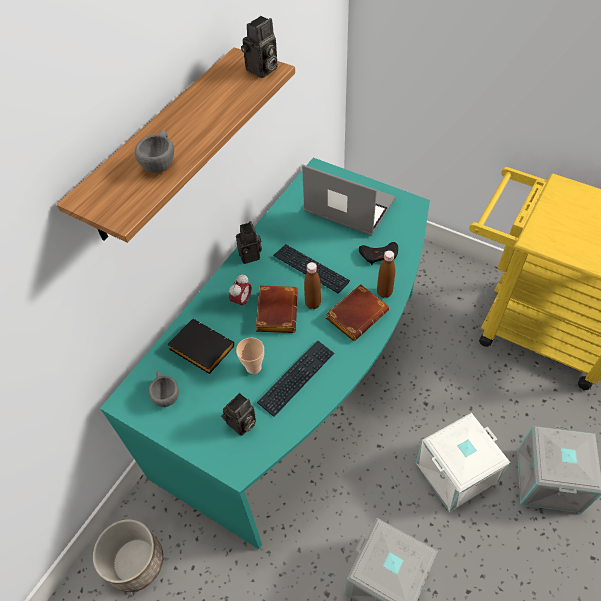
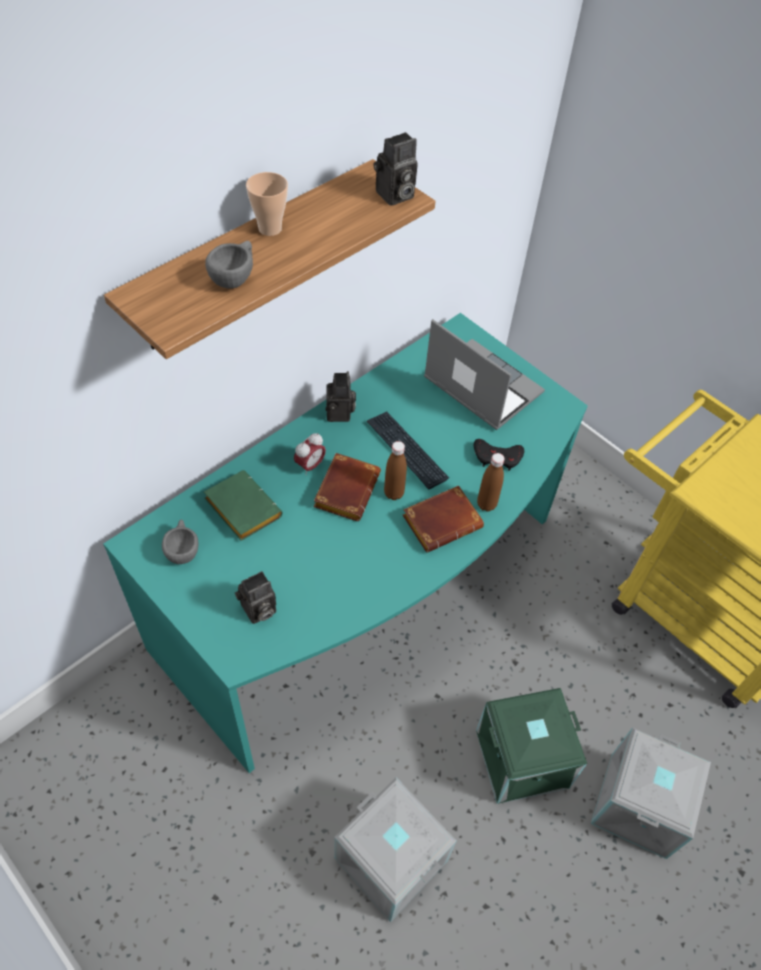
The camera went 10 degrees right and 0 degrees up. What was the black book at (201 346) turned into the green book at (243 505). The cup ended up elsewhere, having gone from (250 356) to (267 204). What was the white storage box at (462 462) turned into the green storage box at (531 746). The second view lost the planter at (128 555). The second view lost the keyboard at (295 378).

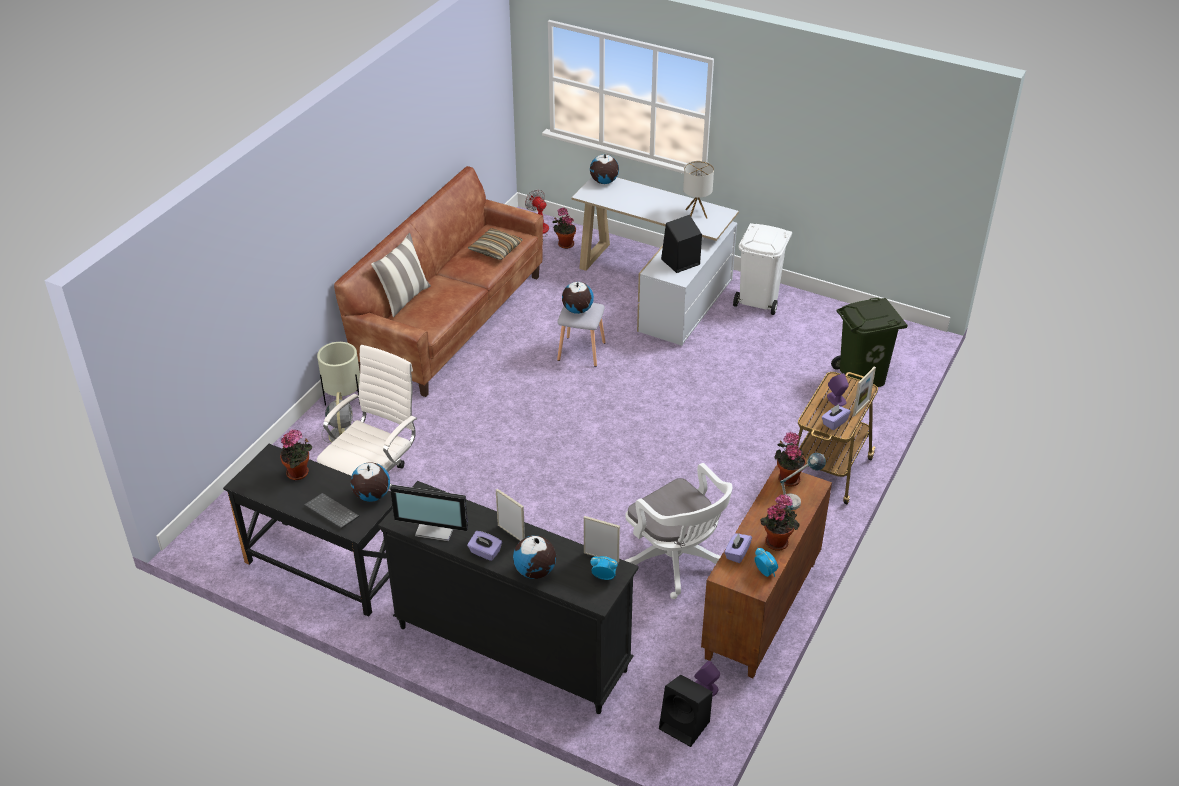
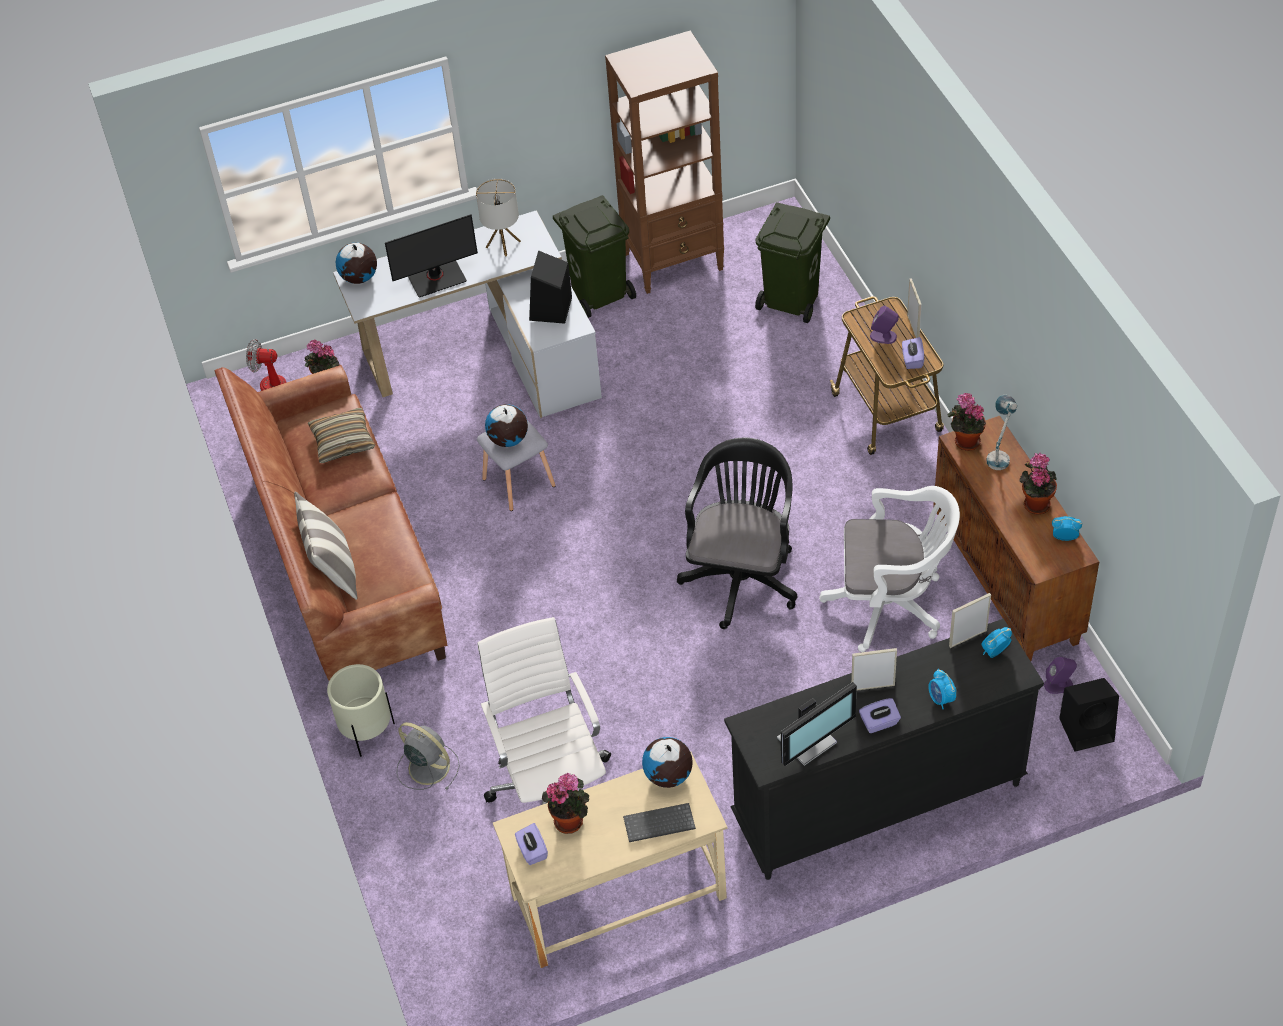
The camera went 45 degrees left and 10 degrees up. The second view gained the monitor at (431 255). What was the black desk at (308 530) turned into the beige desk at (610 859). The purple tissue box ended up elsewhere, having gone from (738 548) to (531 844). What was the white trash can at (762 269) turned into the green trash can at (594 256). The second view gained the brown bookcase at (664 162). The second view gained the black office chair at (737 533). Where the globe stood at (534 557), the alarm clock came to stand at (942 689).

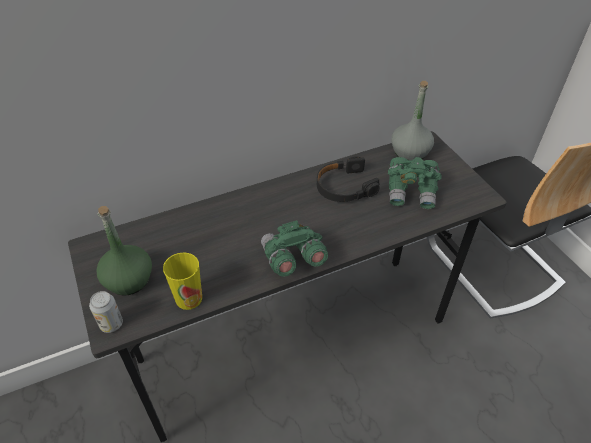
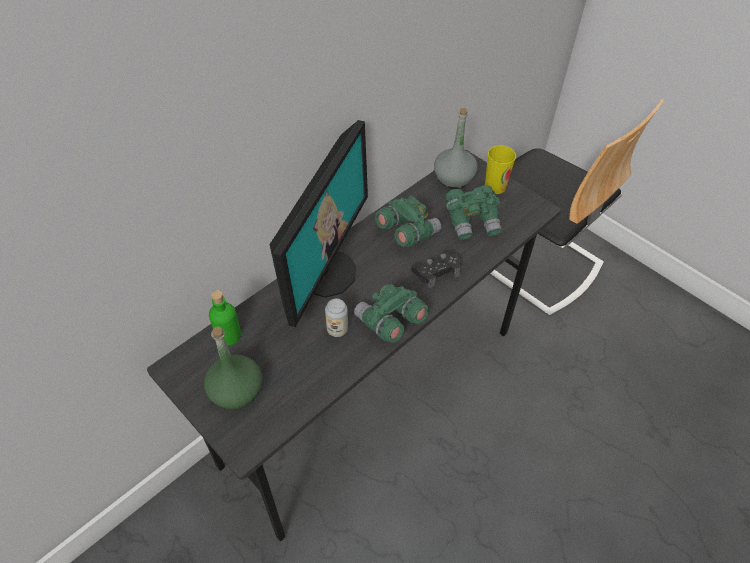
The camera went 20 degrees left and 5 degrees up. The second view gained the green bottle at (225 318). The second view gained the monitor at (318 223). The can ended up elsewhere, having gone from (106 312) to (336 318). Where the black headphones stood at (348 179), the green binoculars came to stand at (408 221). The second view gained the black game controller at (436 269). The cup ended up elsewhere, having gone from (182 281) to (500 169).

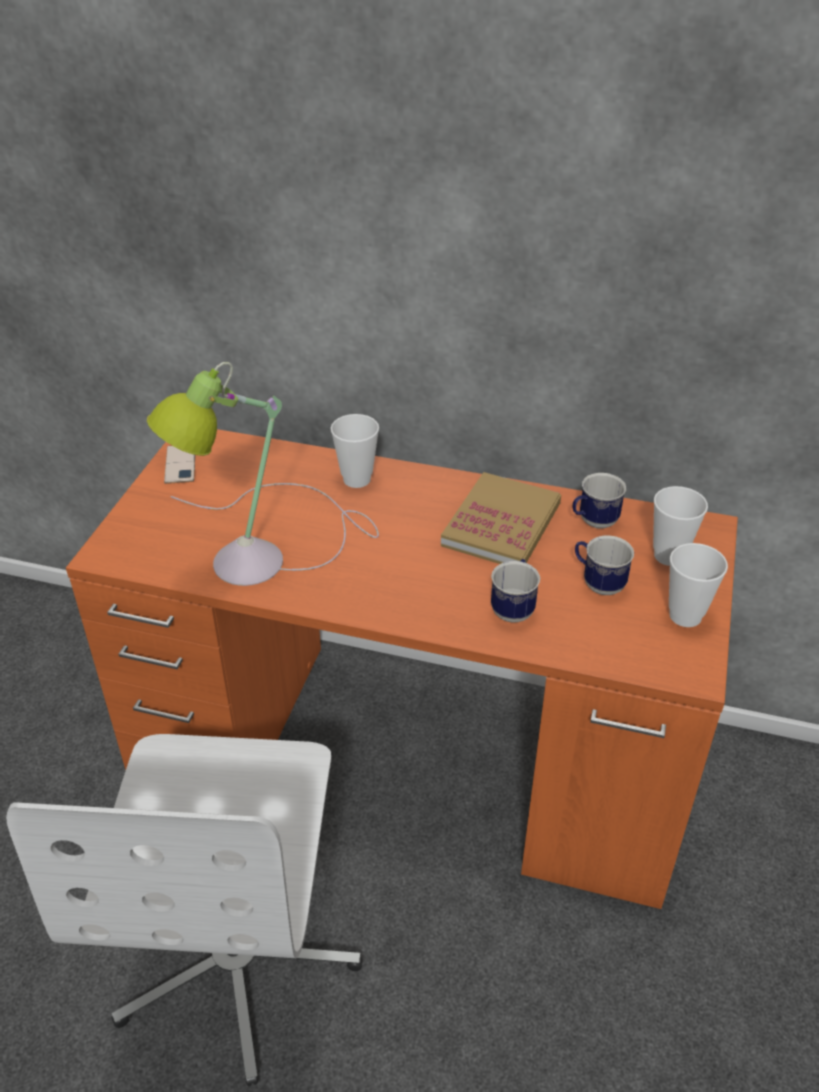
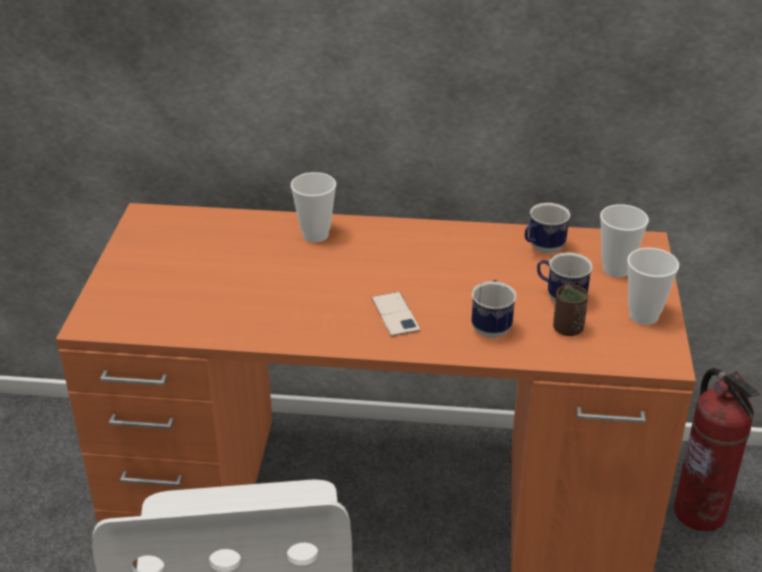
The camera went 10 degrees left and 5 degrees down. The phone ended up elsewhere, having gone from (179 465) to (396 314). The second view gained the brown cup at (570 310). The second view gained the fire extinguisher at (716 450). The second view lost the table lamp at (263 474). The second view lost the book at (501 518).

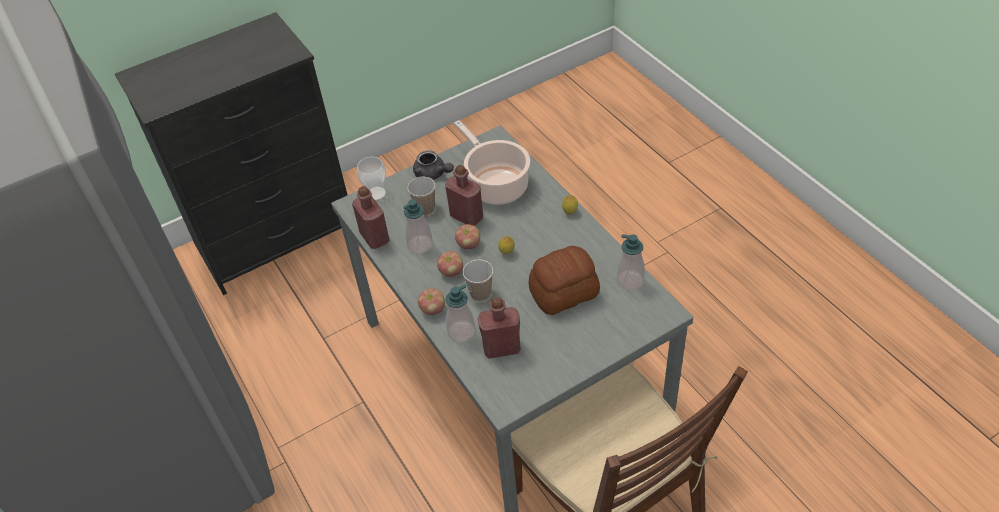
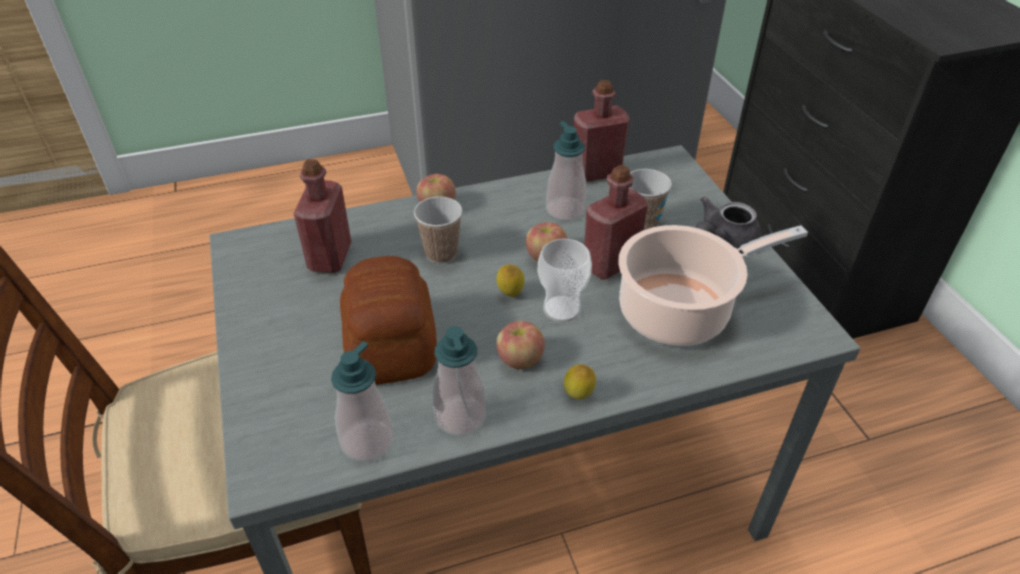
The camera went 100 degrees right and 5 degrees down. The soap dispenser ended up elsewhere, having gone from (460 313) to (459 381). The apple ended up elsewhere, having gone from (450 264) to (521 345). The cup ended up elsewhere, having gone from (372 179) to (565 280).

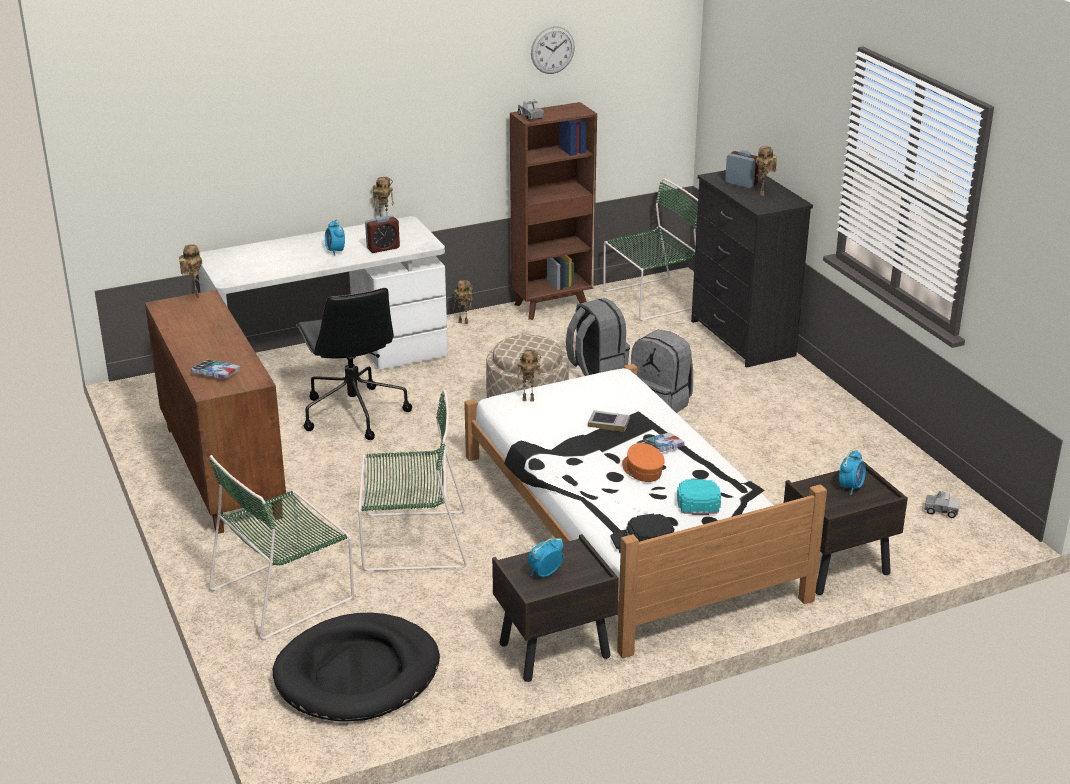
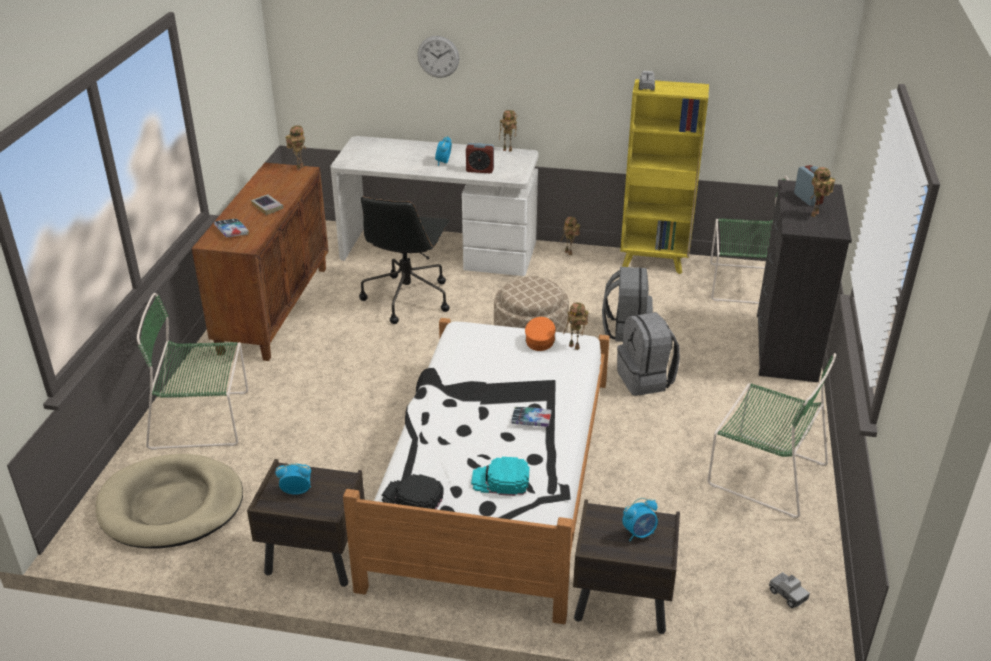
The camera went 35 degrees right and 5 degrees up. What was the black dog bed at (356 667) turned into the beige dog bed at (169 501). The book ended up elsewhere, having gone from (609 421) to (267 204). The wall clock ended up elsewhere, having gone from (553 50) to (438 57). The turquoise cap at (699 497) ended up facing another way, 120 degrees counterclockwise from before. The orange cap ended up elsewhere, having gone from (643 462) to (540 334). The toy robot ended up elsewhere, having gone from (529 376) to (576 326). What was the brown bookcase at (553 211) turned into the yellow bookcase at (664 176). The green chair ended up elsewhere, having gone from (412 481) to (772 435).

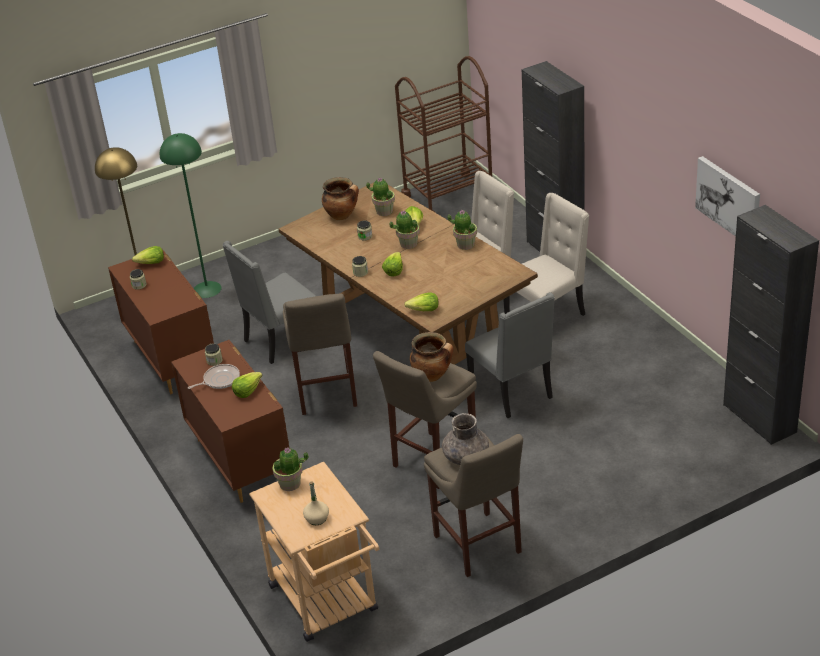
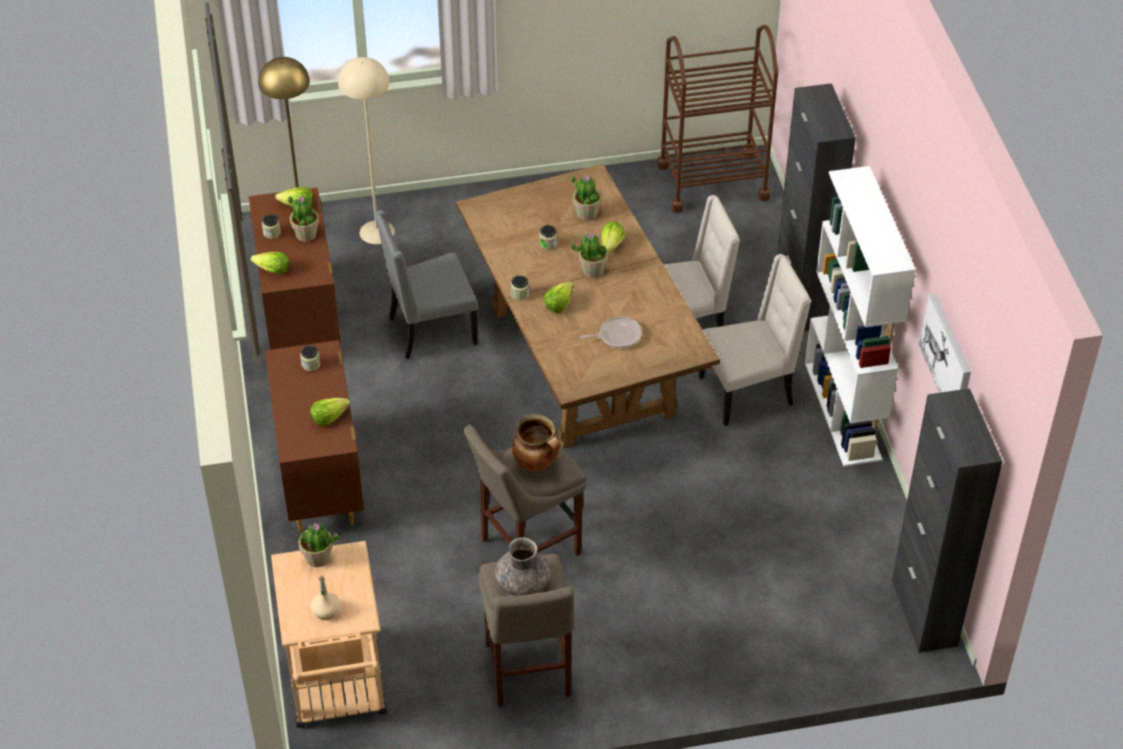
The camera went 15 degrees right and 10 degrees up. The lettuce ended up elsewhere, having gone from (421 301) to (270 263). The potted plant ended up elsewhere, having gone from (462 230) to (303 219). What was the green floor lamp at (191 215) turned into the beige floor lamp at (366 150). The frying pan ended up elsewhere, having gone from (214 376) to (611 332). The second view gained the white bookcase at (860 316). The second view lost the beige stool at (320 354). The second view lost the cooking pot at (340 198). The second view lost the grey chair at (510 355).

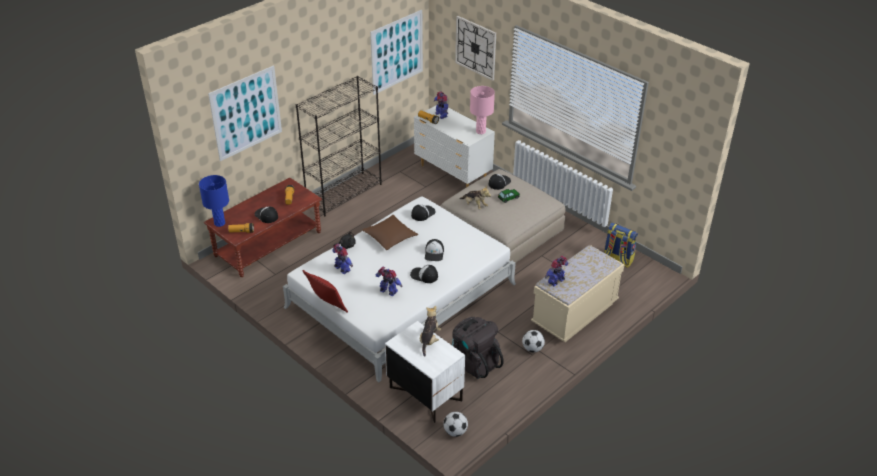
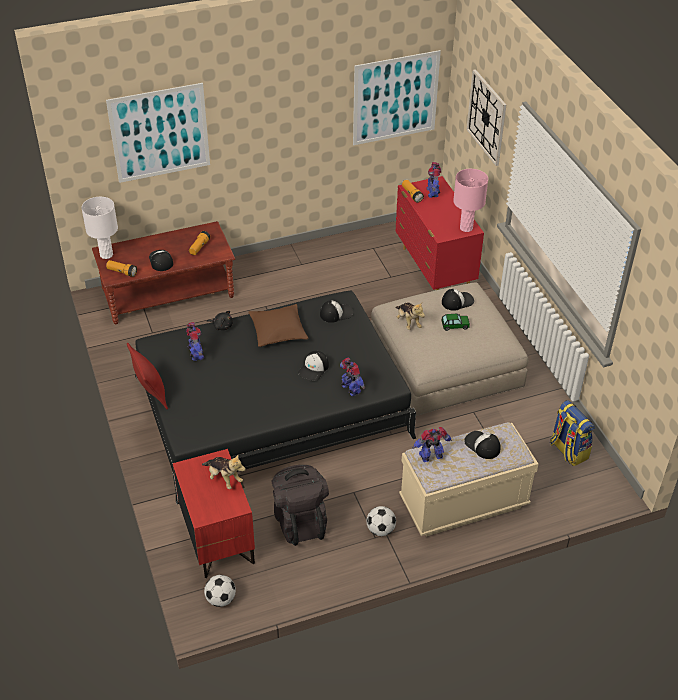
The camera went 25 degrees right and 5 degrees up. What was the blue table lamp at (214 201) turned into the white table lamp at (99 228). What was the white bed at (399 289) turned into the black bed at (275 397). What was the white nightstand at (425 372) turned into the red nightstand at (214 513). The plush toy at (430 331) ended up facing another way, 90 degrees clockwise from before. The toy robot ended up elsewhere, having gone from (389 281) to (352 377). What was the white dresser at (454 146) turned into the red dresser at (439 233). The cap ended up elsewhere, having gone from (424 274) to (482 445). The second view lost the black bookcase at (339 146).

